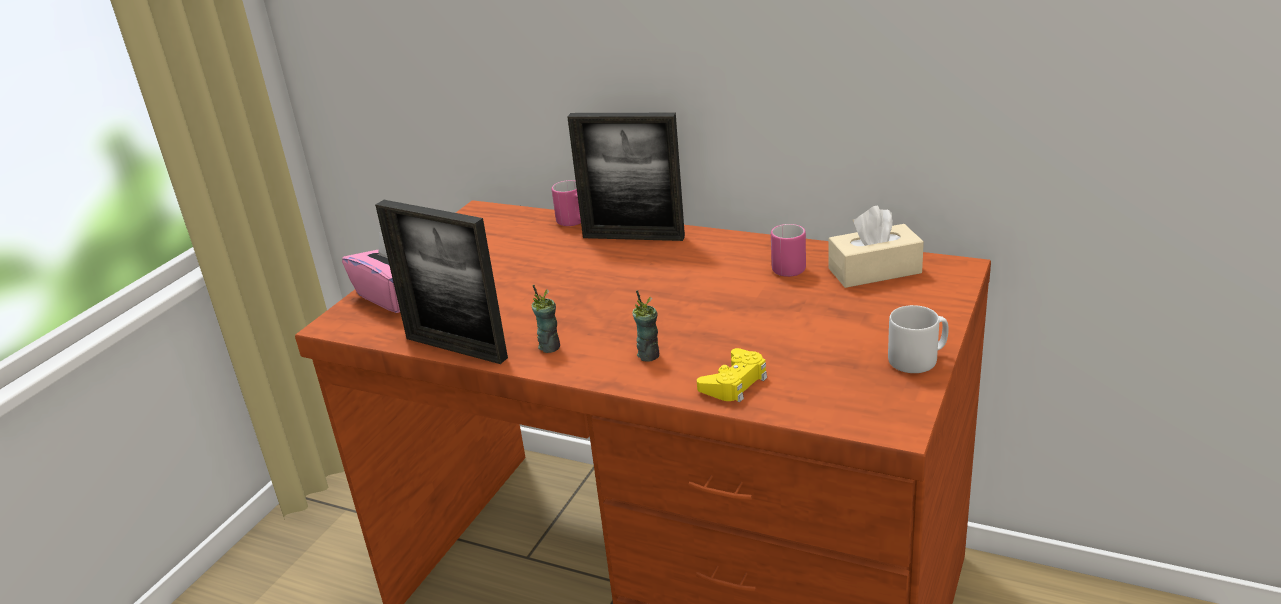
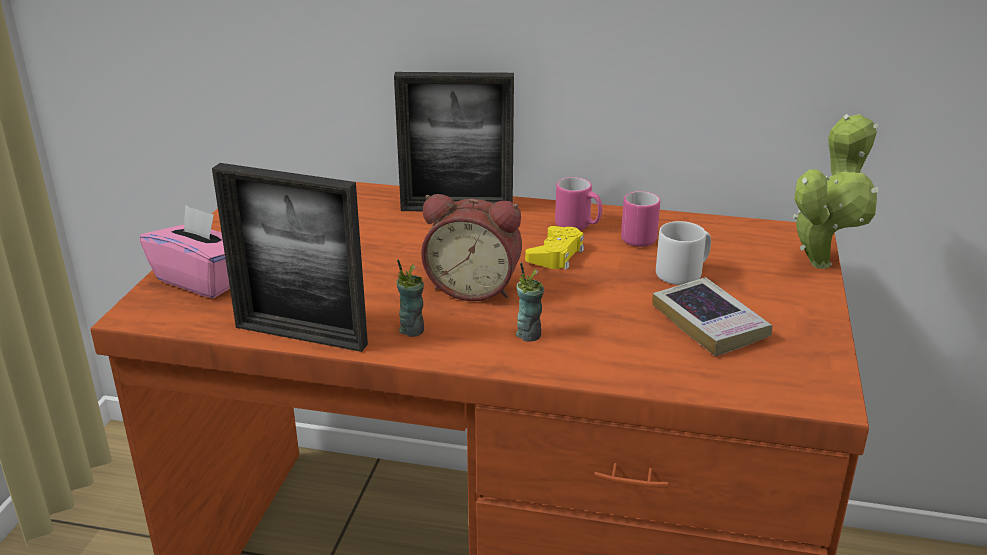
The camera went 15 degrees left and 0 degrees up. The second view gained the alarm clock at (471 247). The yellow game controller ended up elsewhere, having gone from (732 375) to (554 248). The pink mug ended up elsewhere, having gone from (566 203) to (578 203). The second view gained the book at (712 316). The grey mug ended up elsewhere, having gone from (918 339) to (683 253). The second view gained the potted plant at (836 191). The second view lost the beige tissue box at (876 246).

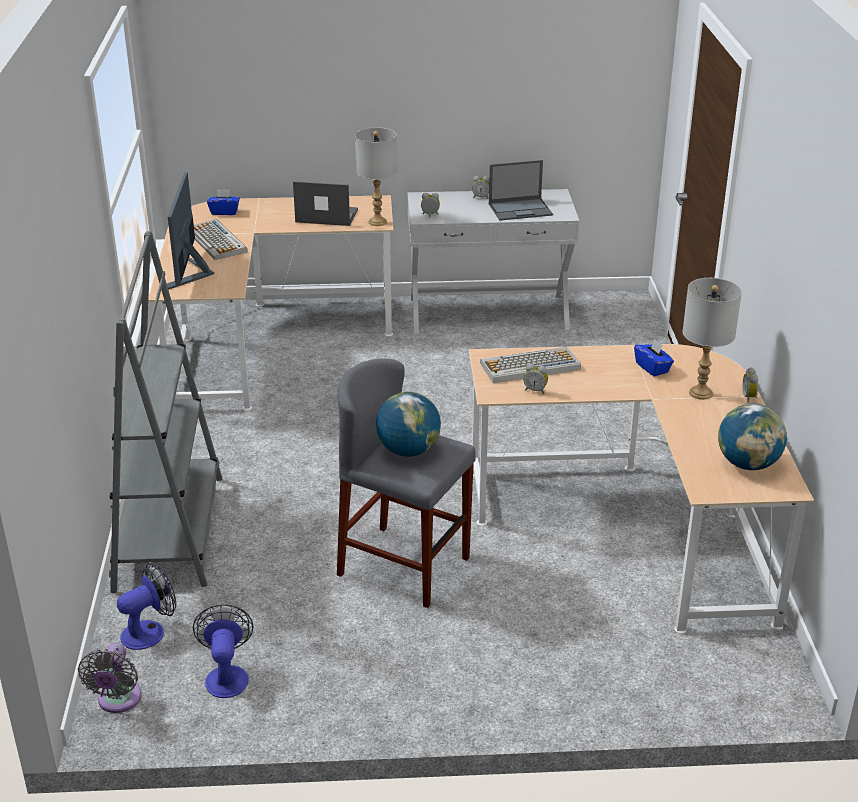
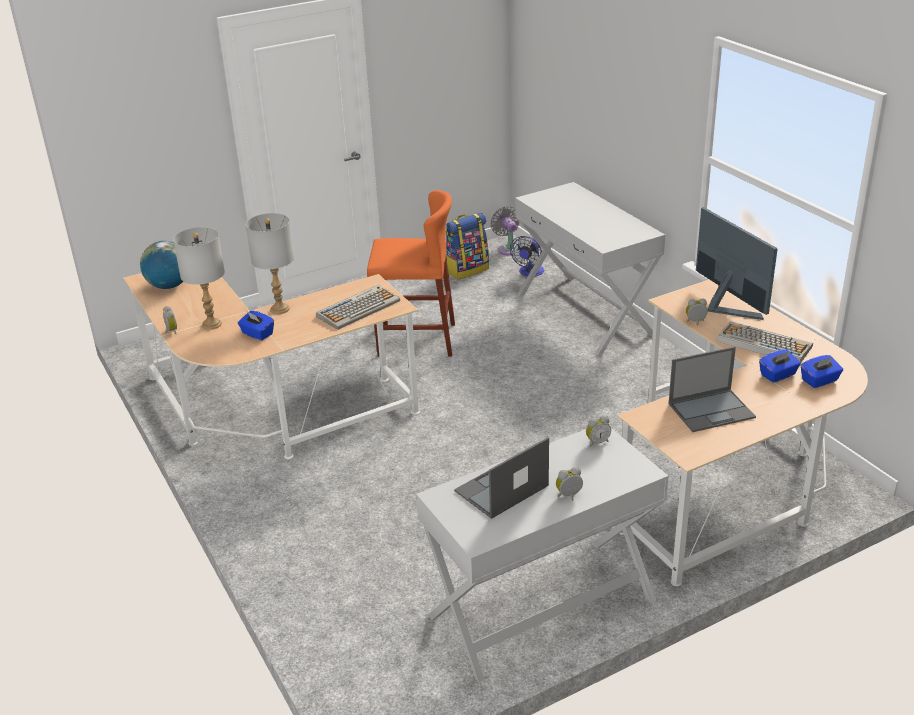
The camera went 155 degrees right and 0 degrees up. The grey table lamp ended up elsewhere, having gone from (376 176) to (270 263). What was the grey stool at (406 483) turned into the orange stool at (411 273). Where the fan stood at (223 651), the backpack came to stand at (467 246). Where the grey bookcase stood at (165 412), the white console table came to stand at (590 269). The alarm clock ended up elsewhere, having gone from (535 378) to (697 312). The second view gained the blue tissue box at (780 366). The second view lost the globe at (408 424).

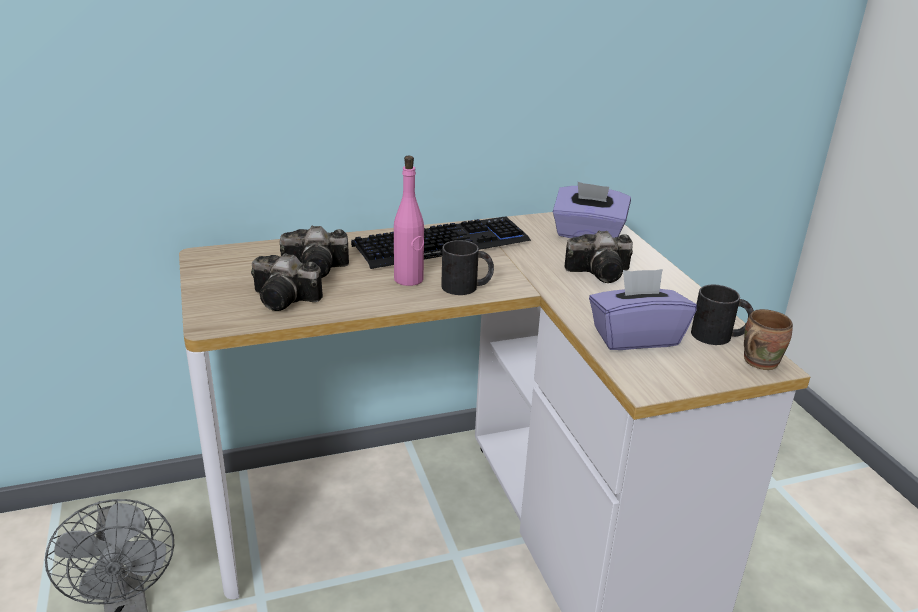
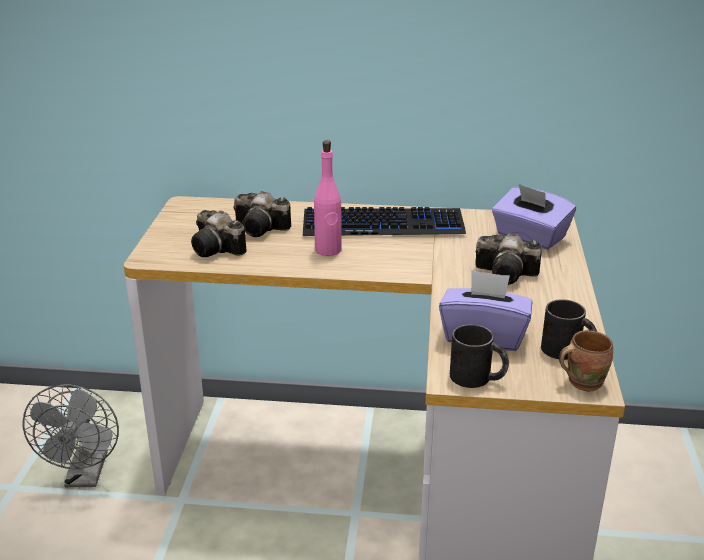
The camera went 25 degrees right and 0 degrees up. The black mug ended up elsewhere, having gone from (467 267) to (479 356).

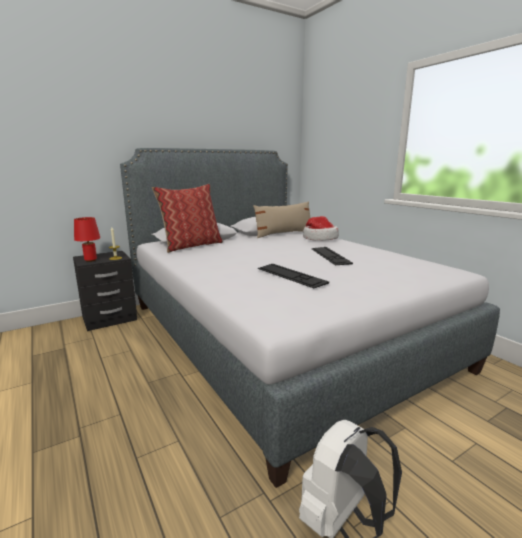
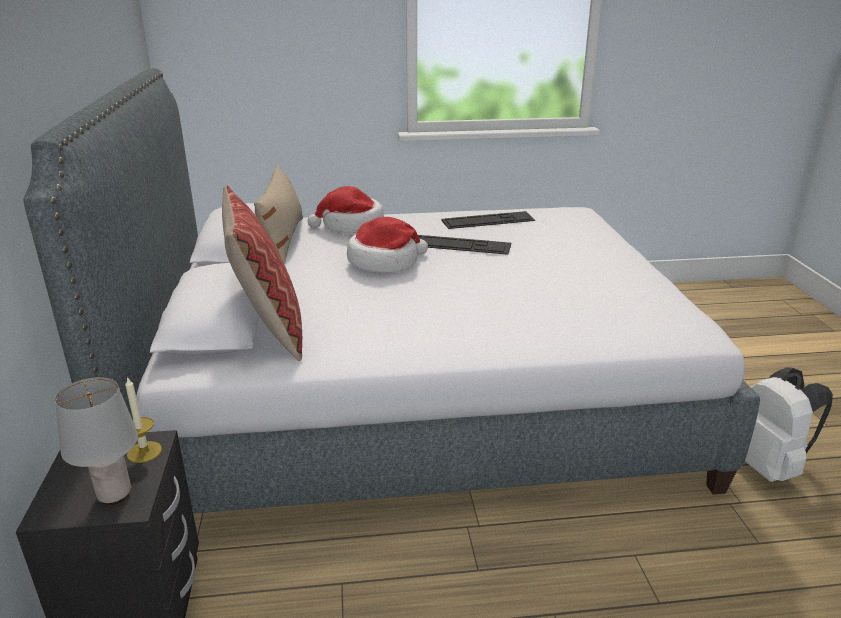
The camera went 65 degrees left and 10 degrees up. What was the red table lamp at (87 239) turned into the grey table lamp at (96 441). The second view gained the hat at (387 245). The keyboard ended up elsewhere, having gone from (293 276) to (488 220).

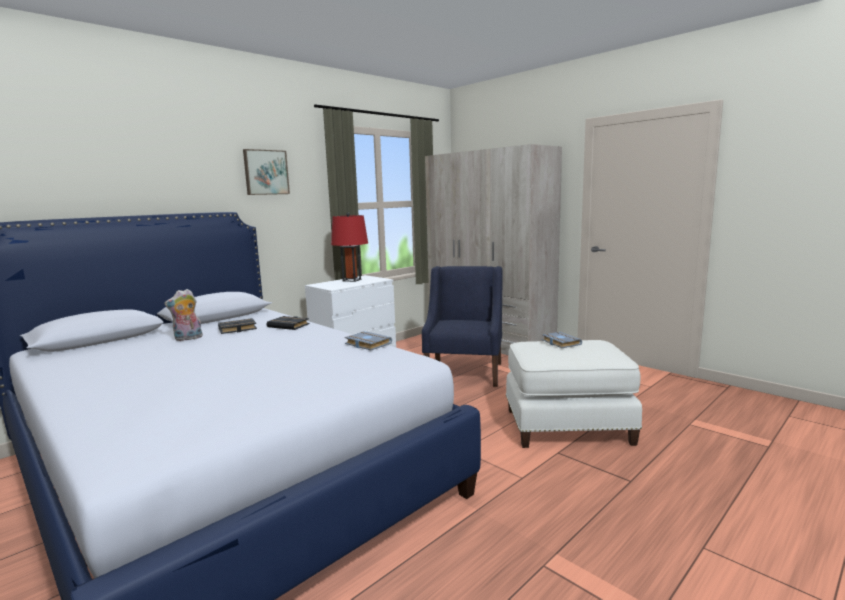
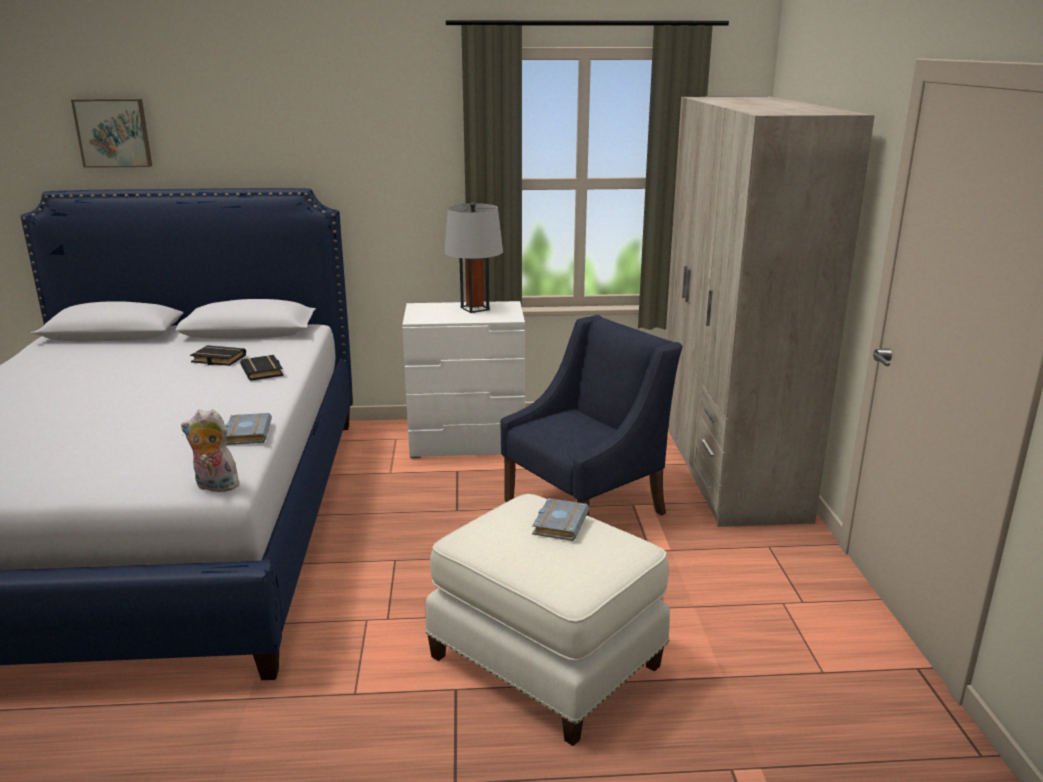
The camera went 40 degrees right and 10 degrees up. The picture ended up elsewhere, having gone from (266 172) to (111 133). The plush toy ended up elsewhere, having gone from (183 315) to (210 450). What was the red table lamp at (349 247) turned into the grey table lamp at (473 257).

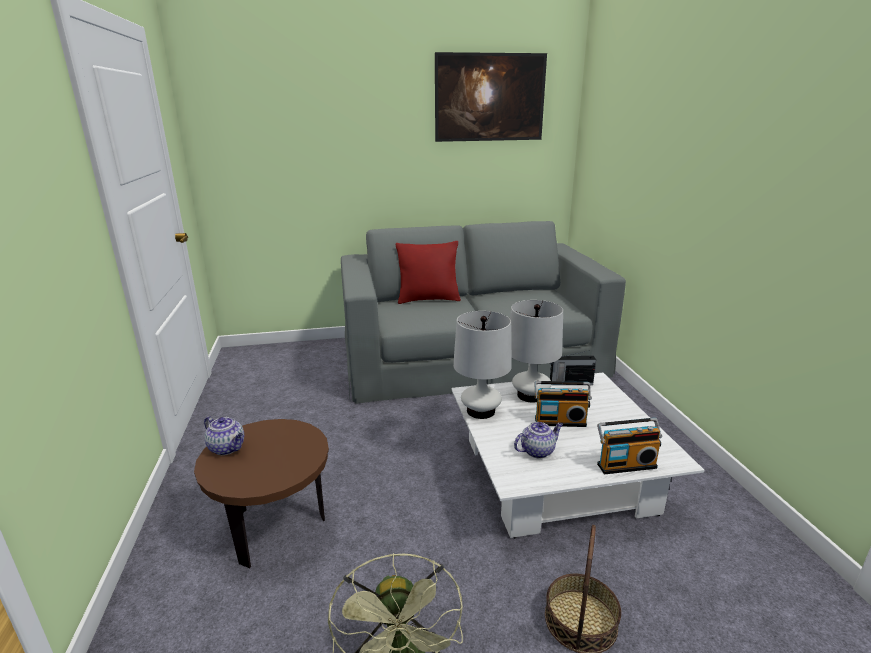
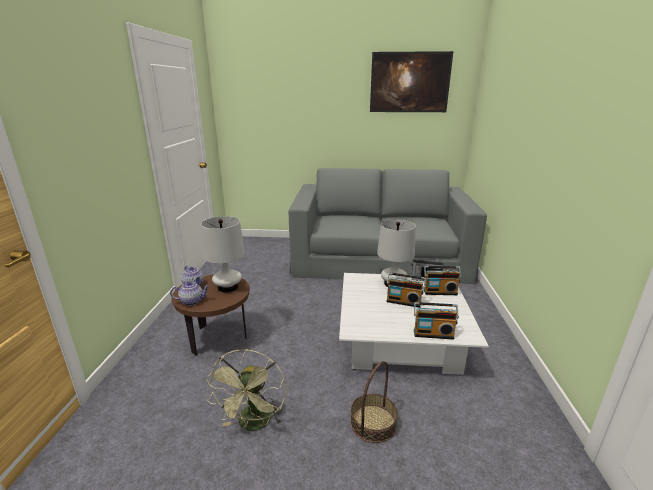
The camera went 15 degrees right and 0 degrees up. The teapot ended up elsewhere, having gone from (538 440) to (190 294). The white table lamp ended up elsewhere, having gone from (482 365) to (223 254). The second view gained the radio at (442 280). The second view lost the red pillow at (428 272).

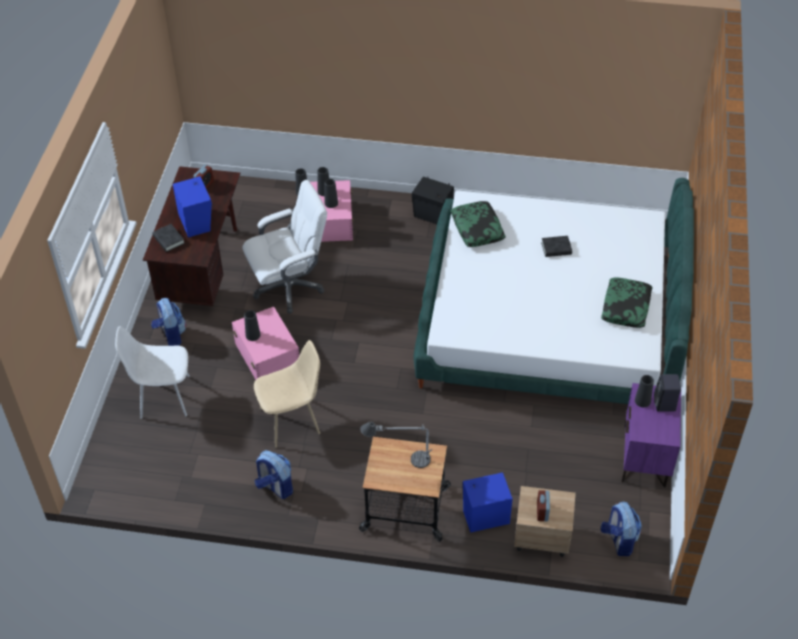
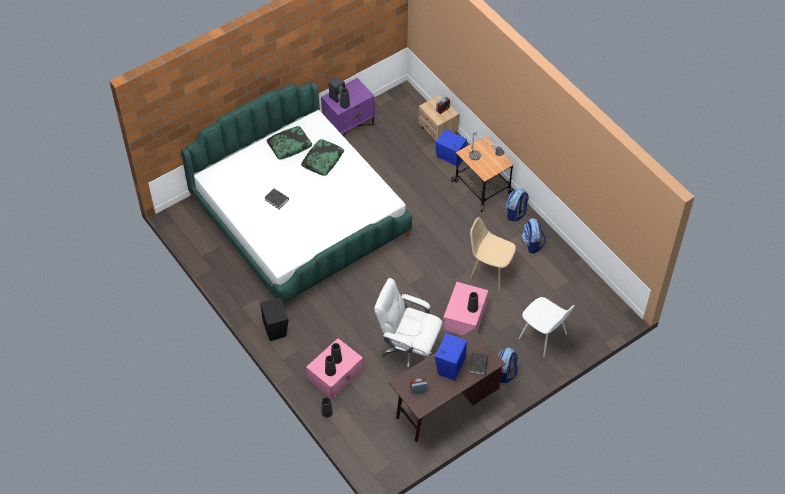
The camera went 135 degrees left and 5 degrees up. The pillow ended up elsewhere, having gone from (478 224) to (322 157). The backpack ended up elsewhere, having gone from (621 529) to (517 205).

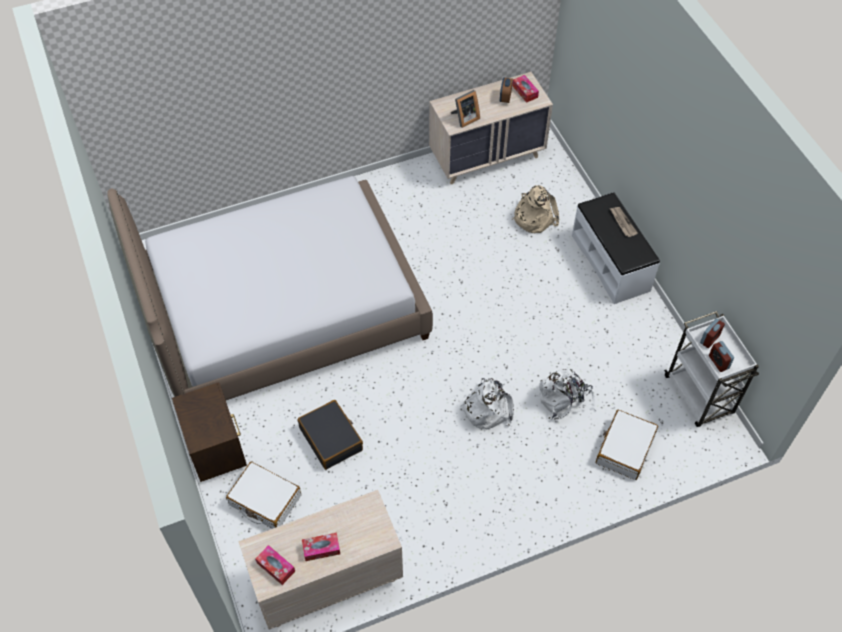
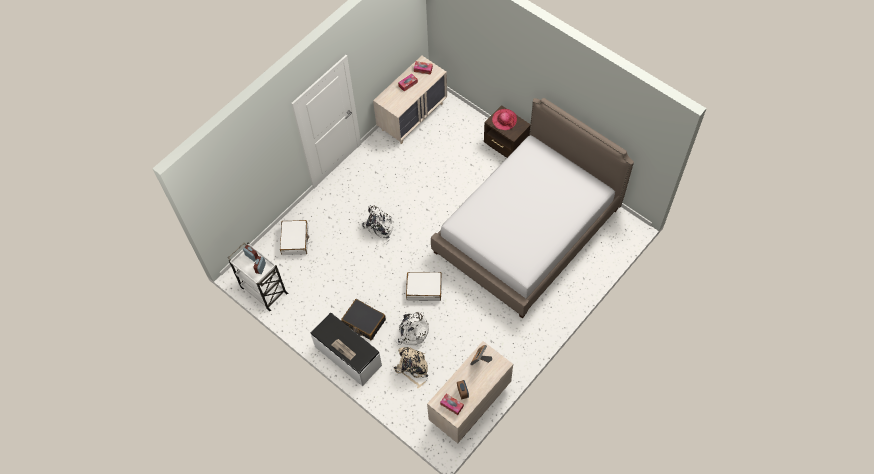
The camera went 155 degrees right and 5 degrees up. The black suitcase ended up elsewhere, having gone from (330 435) to (363 319). The white backpack ended up elsewhere, having gone from (568 394) to (409 328). The white suitcase ended up elsewhere, having gone from (263 495) to (424 286). The second view gained the hat at (504 119).

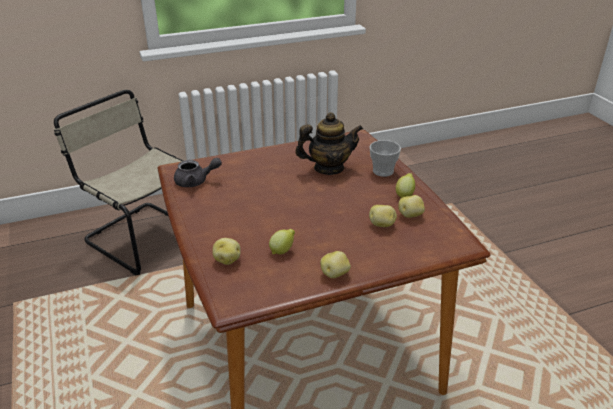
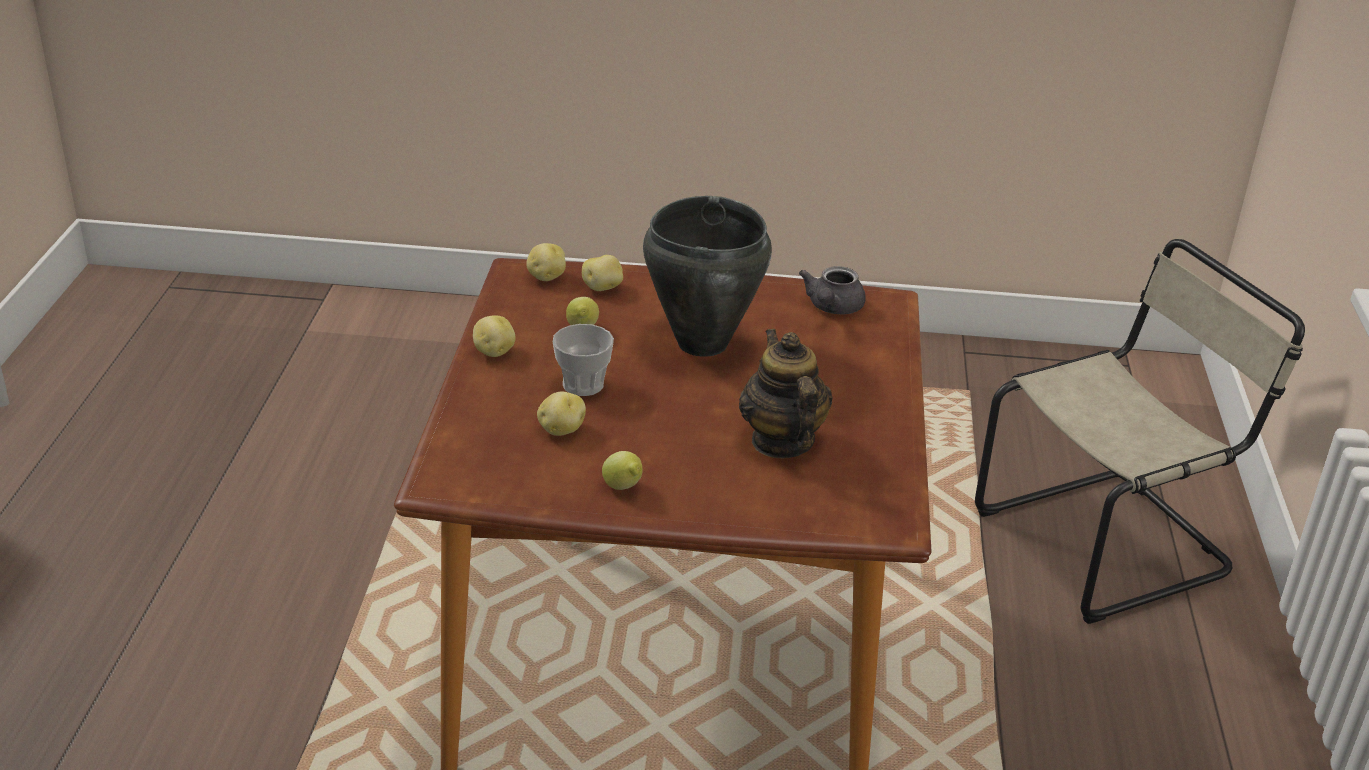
The camera went 115 degrees right and 0 degrees up. The potato ended up elsewhere, having gone from (411 206) to (546 262). The cup ended up elsewhere, having gone from (385 158) to (583 360). The second view gained the black cooking pot at (707 276). The teapot at (329 143) ended up facing another way, 150 degrees clockwise from before.

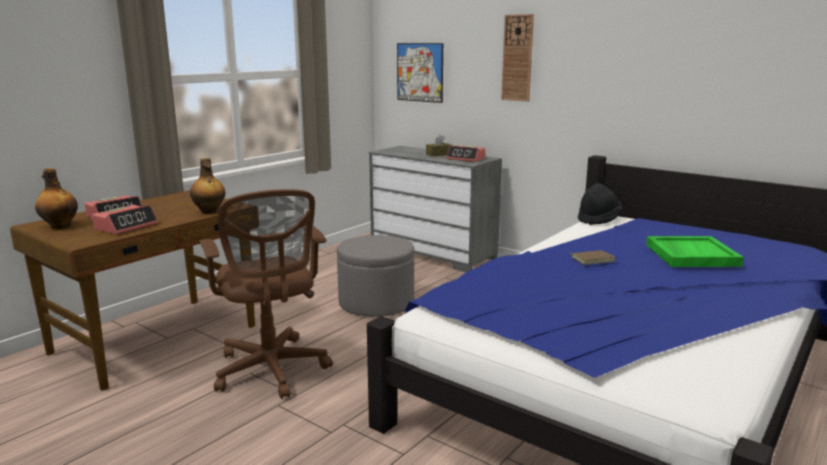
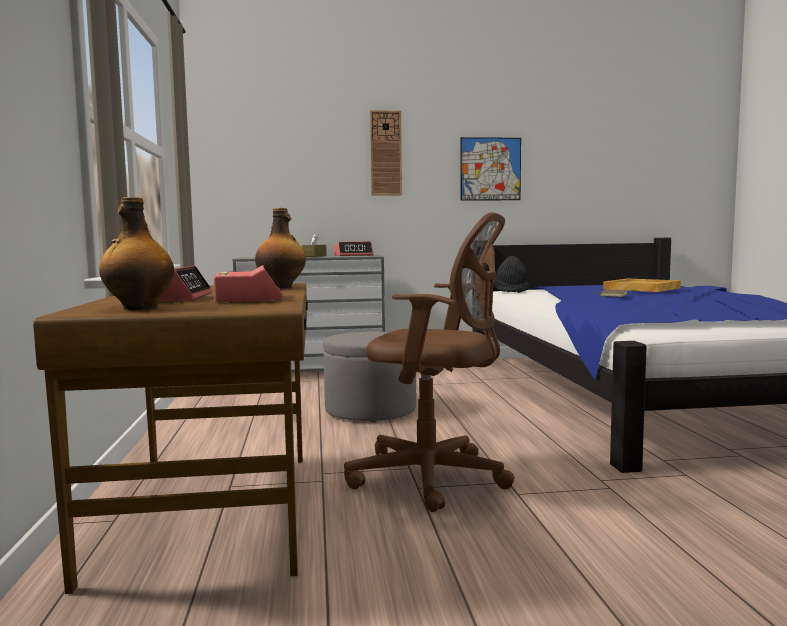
The camera went 45 degrees left and 10 degrees down. The picture ended up elsewhere, having gone from (420 73) to (490 169). What was the green tray at (695 251) turned into the beige tray at (642 285).

